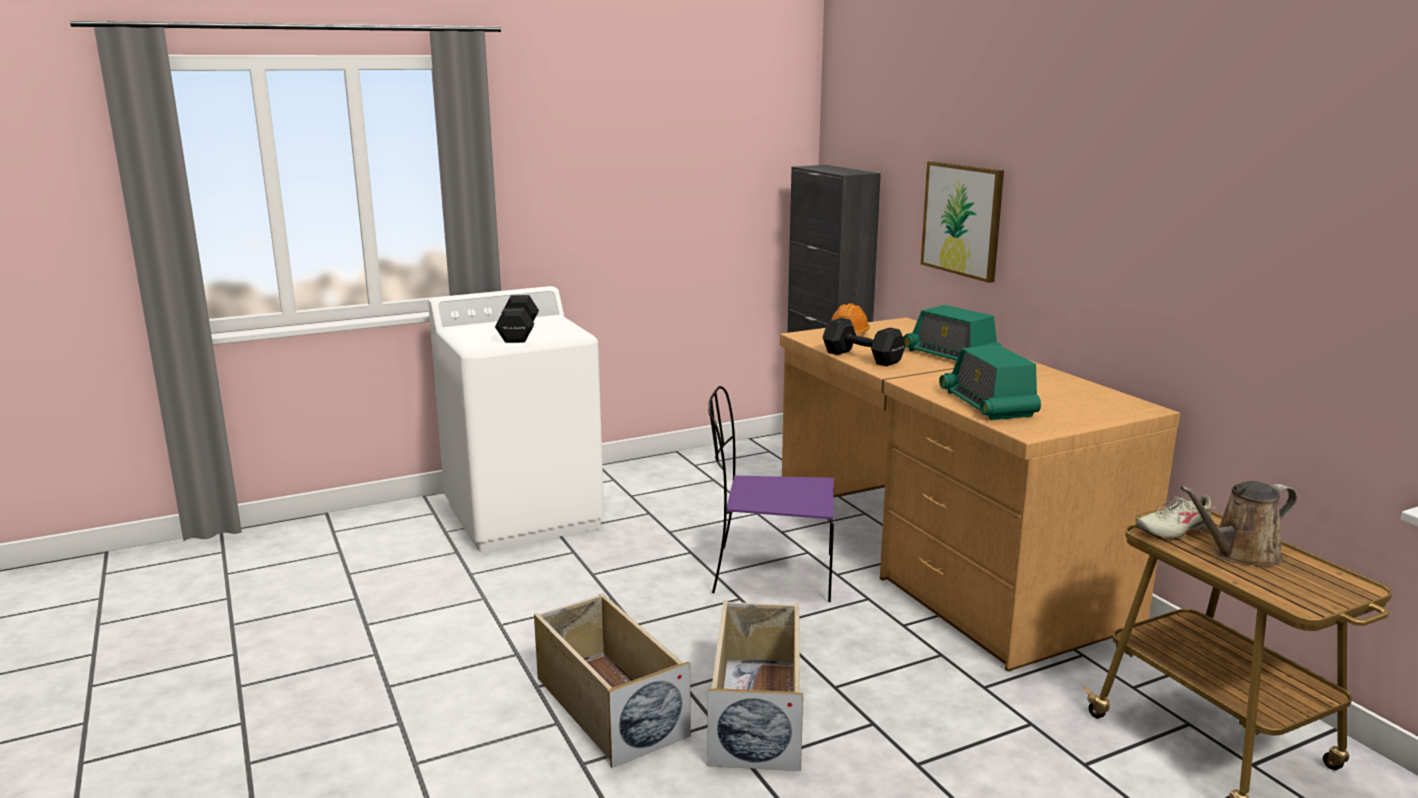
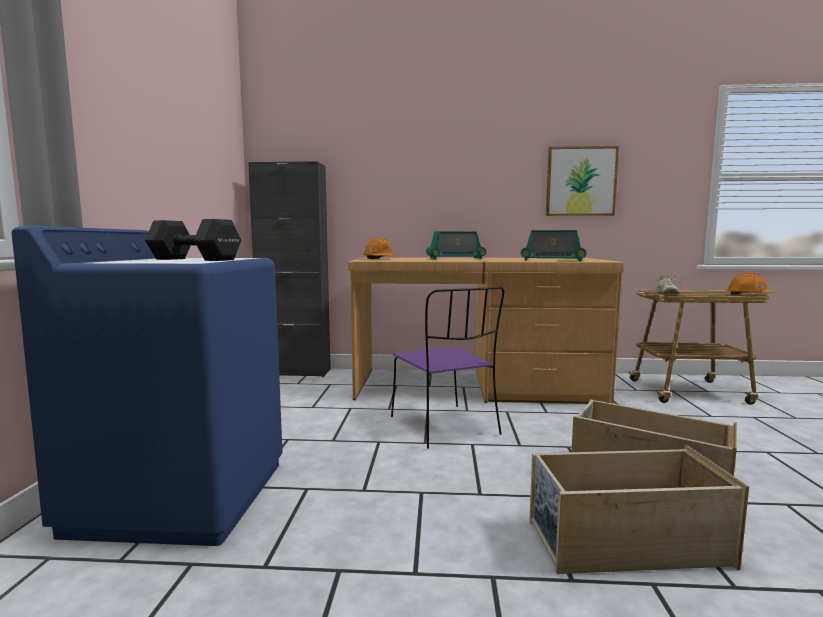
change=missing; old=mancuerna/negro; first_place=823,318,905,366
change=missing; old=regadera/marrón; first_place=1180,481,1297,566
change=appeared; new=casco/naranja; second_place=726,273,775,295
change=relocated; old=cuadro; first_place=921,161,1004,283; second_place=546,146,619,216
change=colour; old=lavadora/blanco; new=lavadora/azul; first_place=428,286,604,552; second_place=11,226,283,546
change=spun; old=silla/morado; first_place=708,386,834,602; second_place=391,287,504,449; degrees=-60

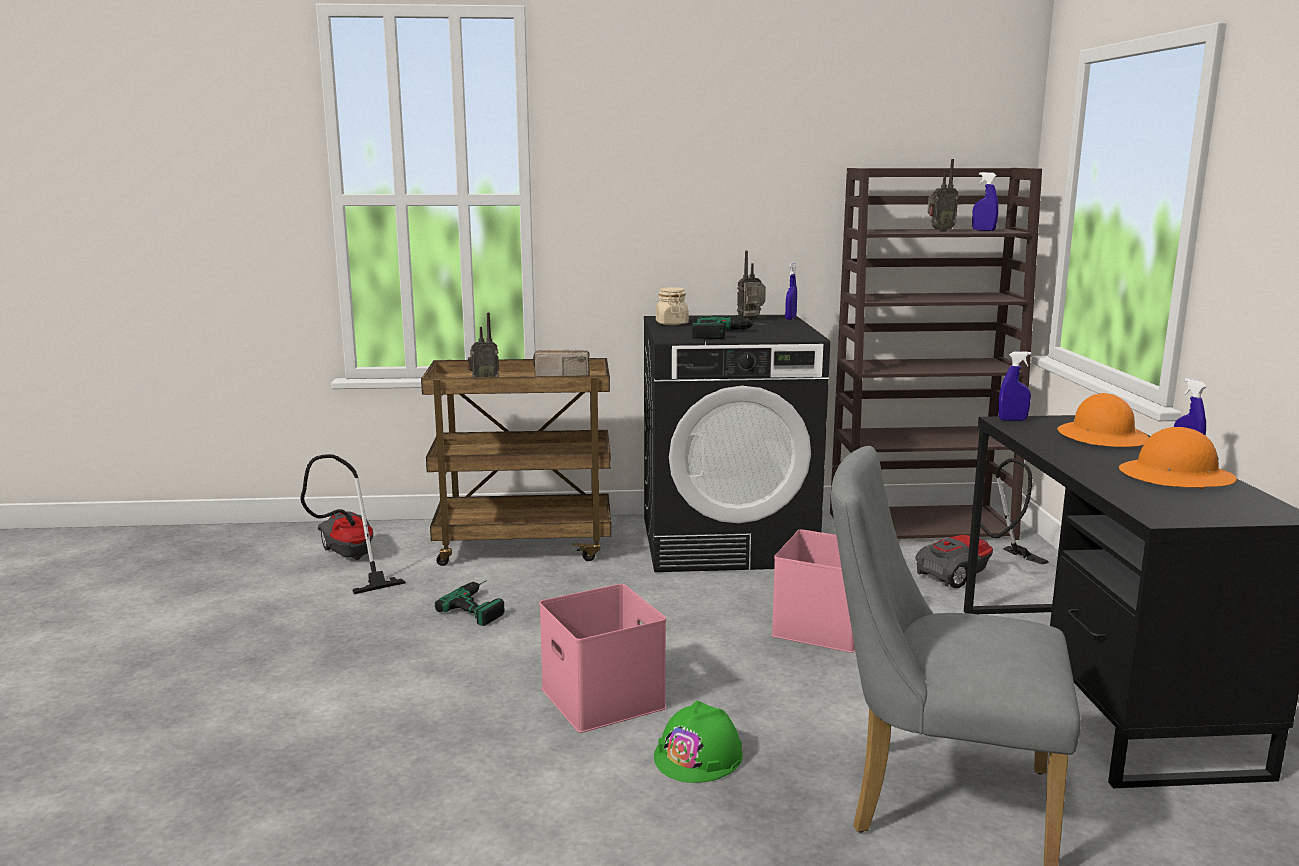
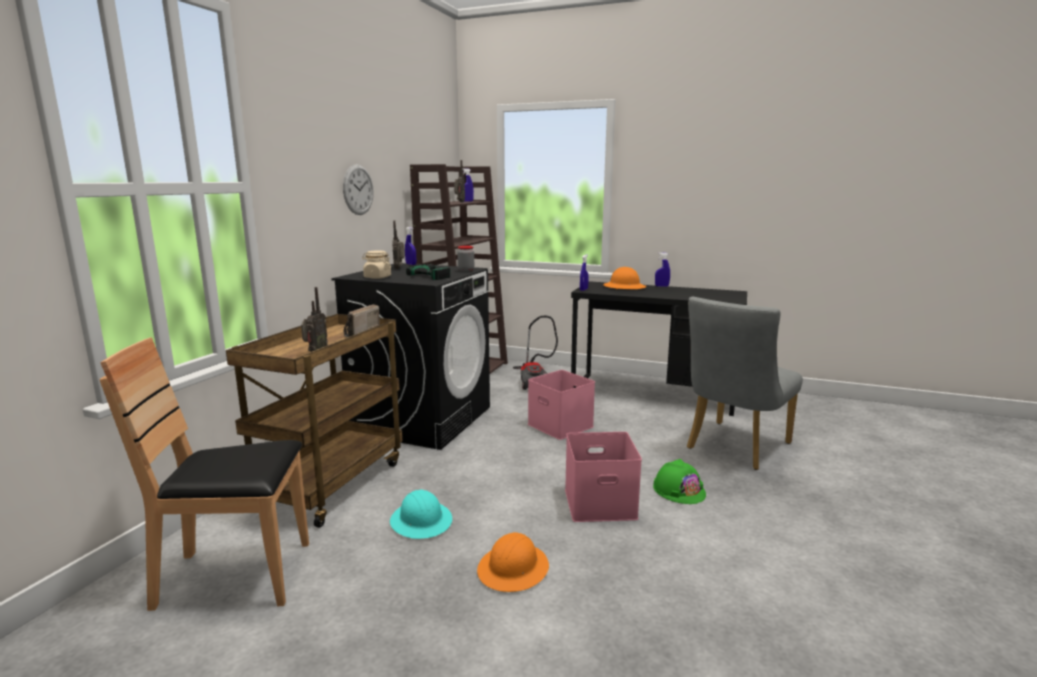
change=appeared; new=reloj de pared; second_place=343,164,374,215
change=appeared; new=tarro; second_place=457,246,474,272
change=relocated; old=casco/naranja; first_place=1119,427,1237,489; second_place=477,532,549,592
change=exchanged; old=aspiradora; new=silla/marrón; first_place=301,454,406,594; second_place=99,337,309,611
change=exchanged; old=taladro; new=casco/turquesa; first_place=435,580,505,626; second_place=390,489,452,539

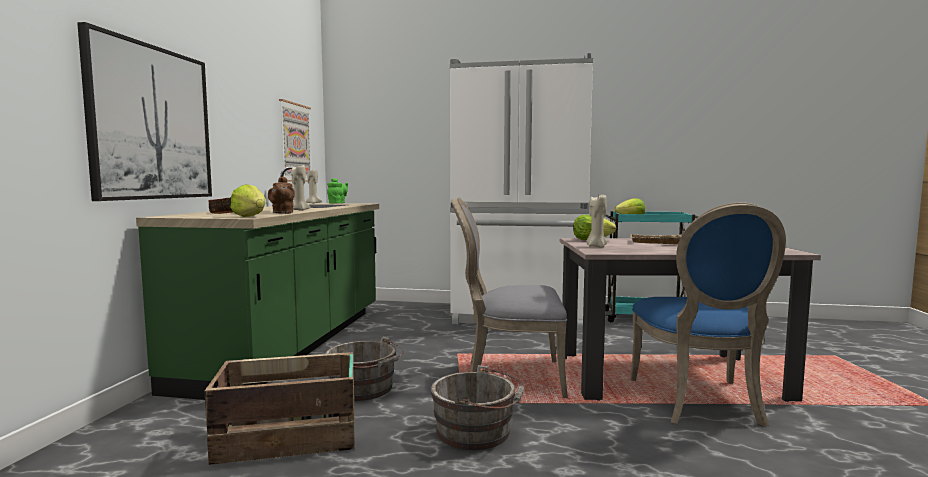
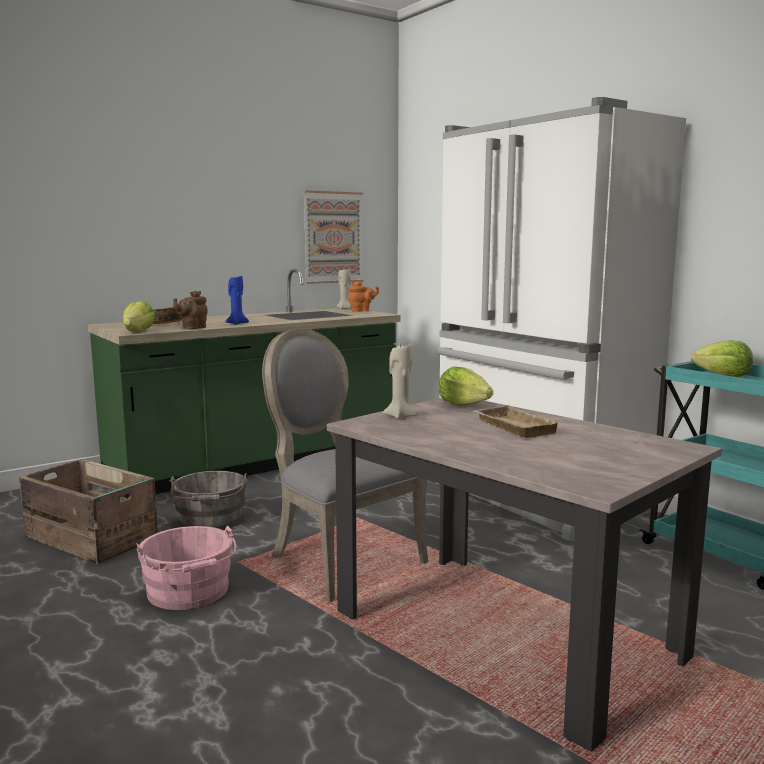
change=missing; old=cuadro; first_place=77,22,212,201
change=missing; old=silla/azul; first_place=630,202,786,427
change=colour; old=vela/beis; new=vela/azul; first_place=291,165,310,211; second_place=225,276,249,325
change=colour; old=tetera/verde; new=tetera/naranja; first_place=327,178,348,204; second_place=348,281,379,312
change=colour; old=cubo/gris; new=cubo/rosa; first_place=431,365,525,450; second_place=136,526,237,610

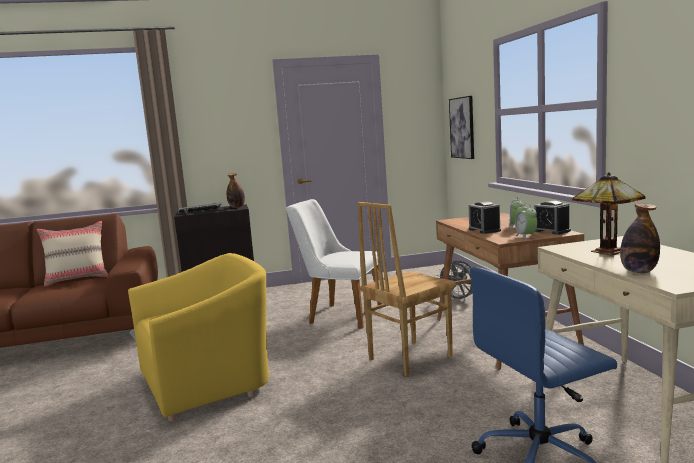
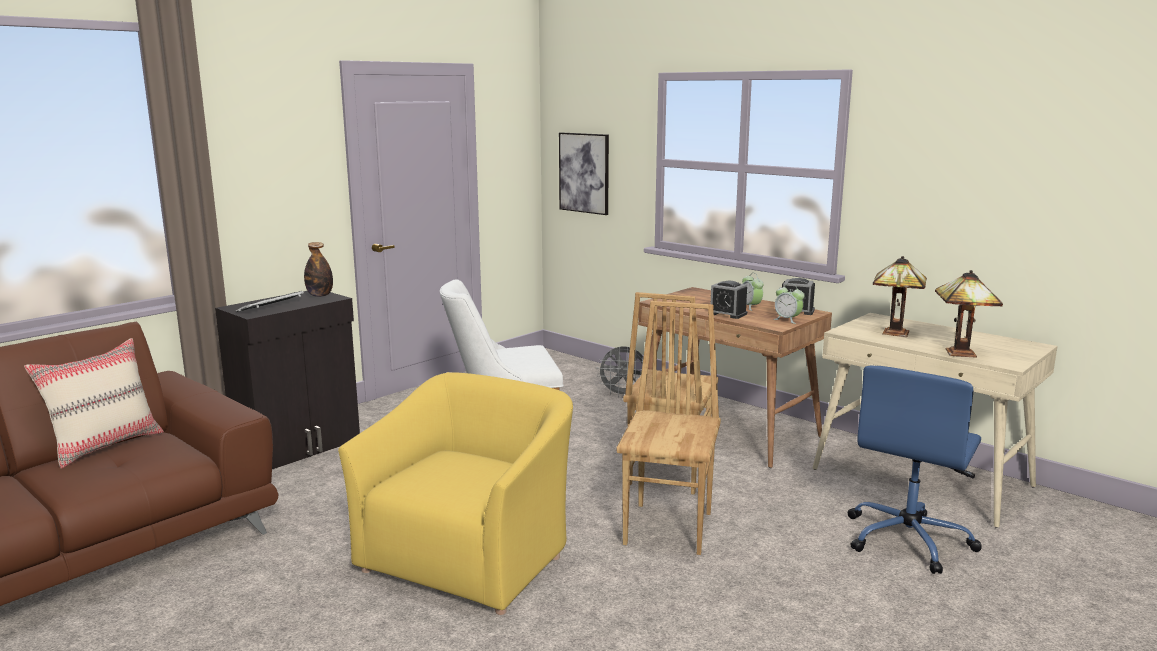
change=appeared; new=silla/marrón; second_place=617,301,721,555
change=exchanged; old=botella; new=lámpara de mesa; first_place=620,203,660,273; second_place=935,270,1003,358

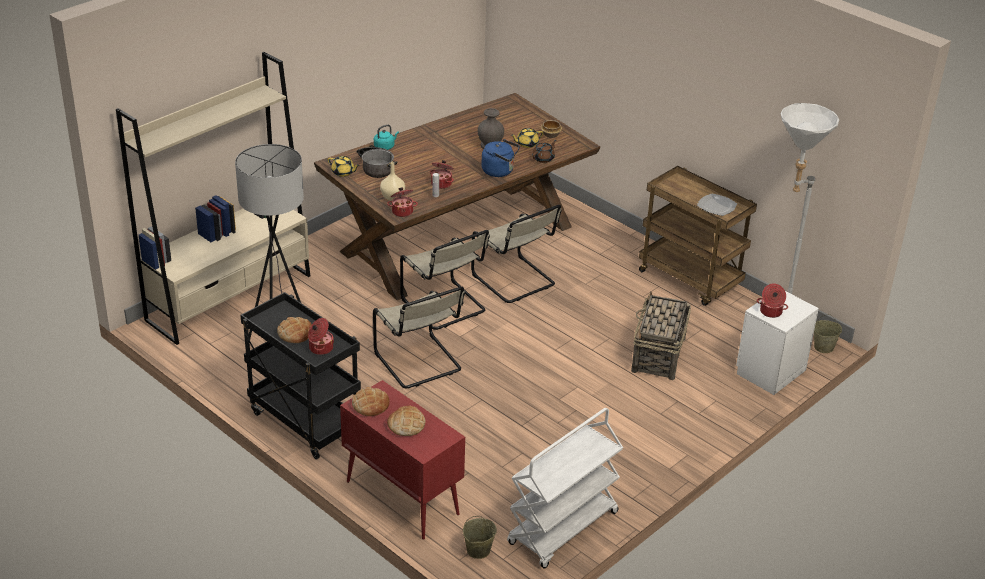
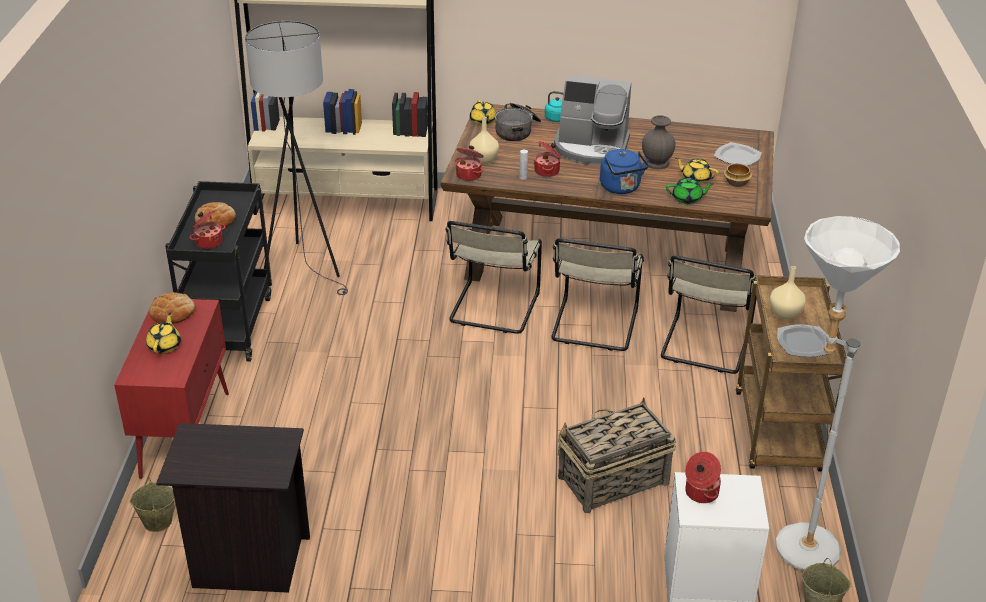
change=appeared; new=cafetera; second_place=554,75,632,166
change=appeared; new=plato; second_place=714,142,762,166
change=appeared; new=florero/beis; second_place=770,266,806,320
change=relocated; old=silla/beis; first_place=373,286,465,388; second_place=661,255,757,374
change=exchanged; old=pan; new=tetera/amarillo; first_place=387,406,426,436; second_place=146,313,181,353
change=exchanged; old=carrito/blanco; new=mesita de noche/negro; first_place=507,408,623,569; second_place=156,423,310,593
change=colour; old=tetera/marrón; new=tetera/verde; first_place=532,140,556,163; second_place=666,178,714,204

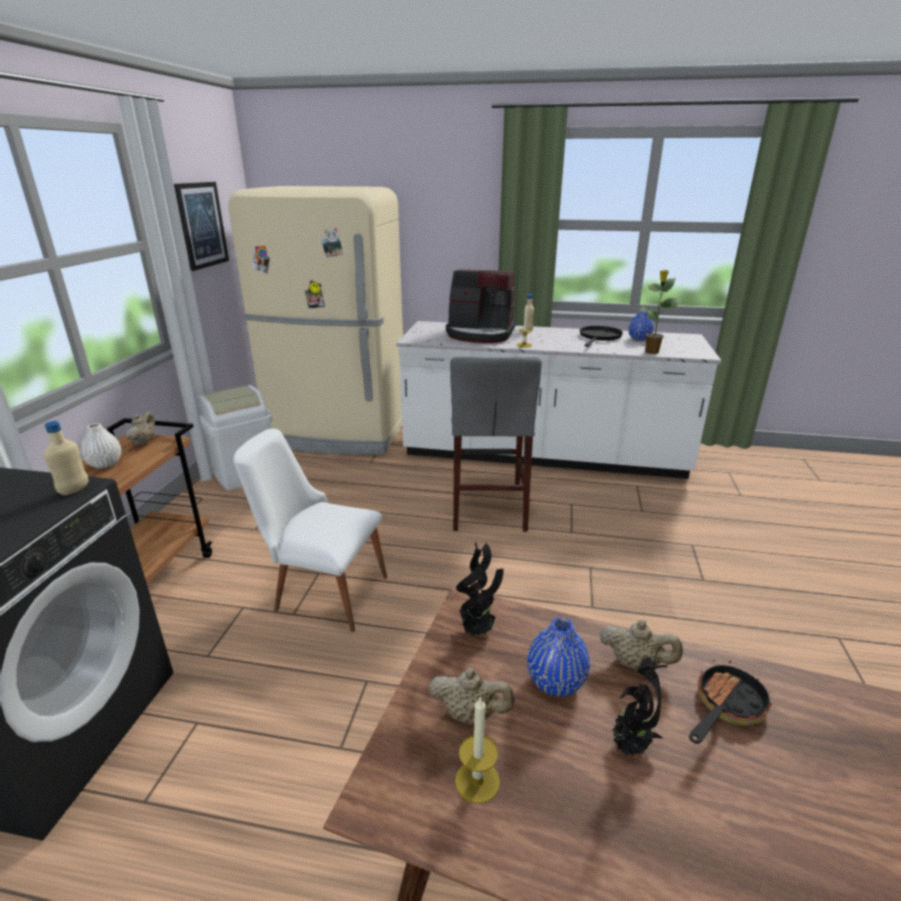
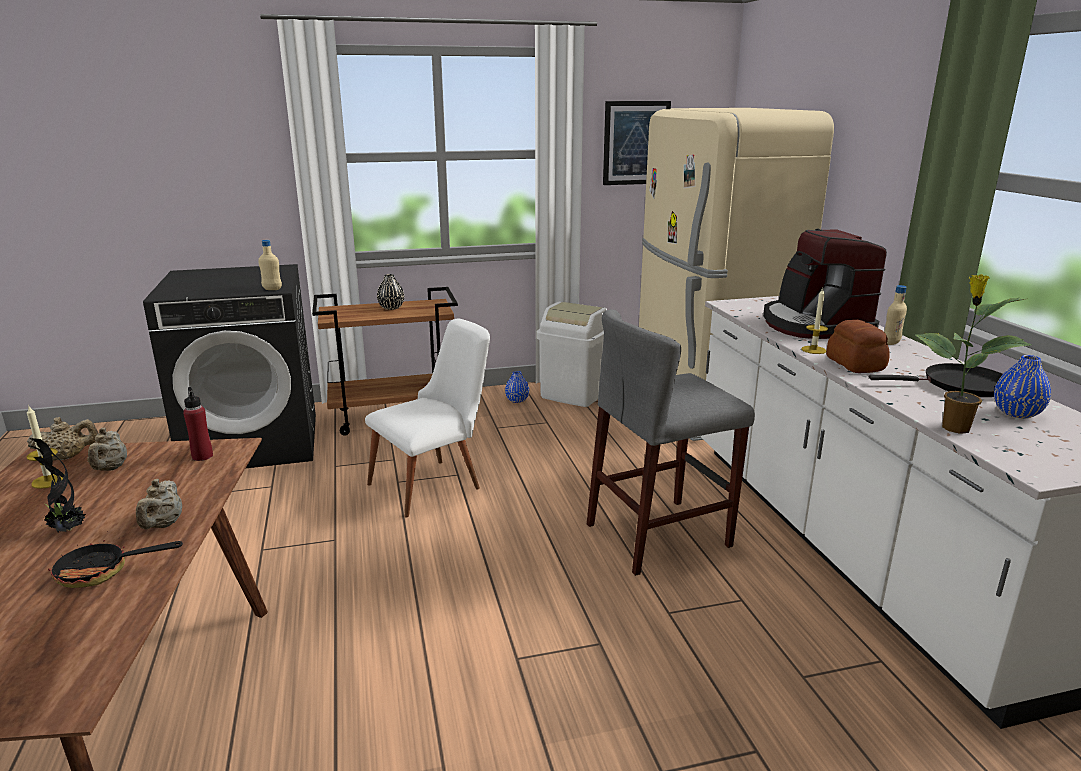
change=appeared; new=pan; second_place=826,320,890,373
change=relocated; old=tetera/beis; first_place=126,412,155,445; second_place=27,417,98,460
change=relocated; old=florero/azul; first_place=527,618,590,696; second_place=505,371,529,403
change=exchanged; old=planta en maceta; new=botella/rojo; first_place=456,542,503,635; second_place=183,387,213,461
change=colour; old=florero/blanco; new=florero/negro; first_place=81,423,121,469; second_place=377,274,404,310
change=spun; old=silla/blanco; first_place=233,429,387,632; second_place=365,319,490,518; degrees=60
change=spun; old=sartén; first_place=689,660,772,744; second_place=46,531,183,588; degrees=150

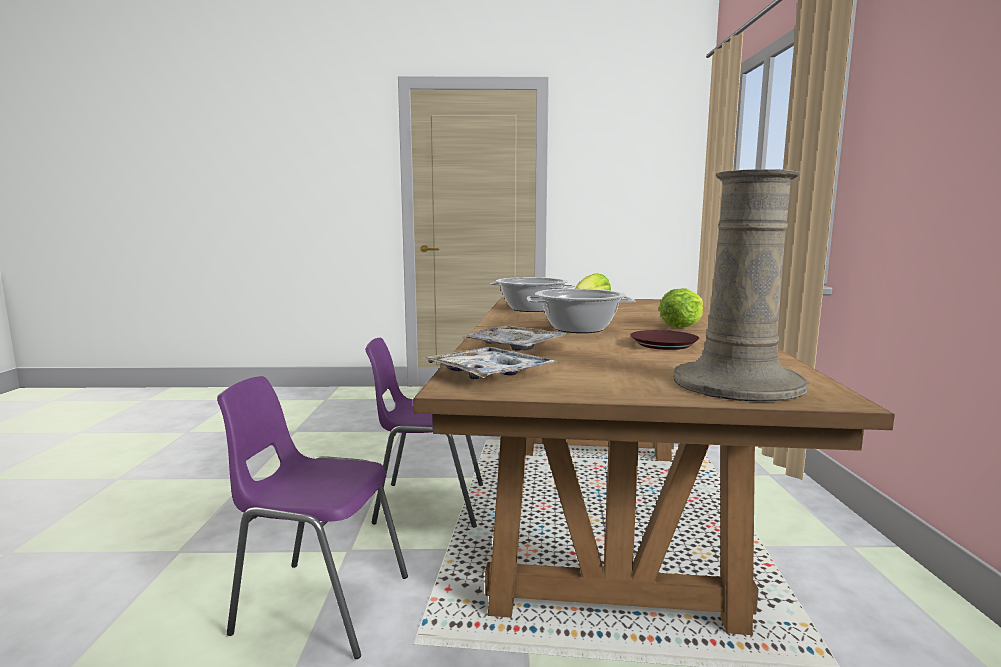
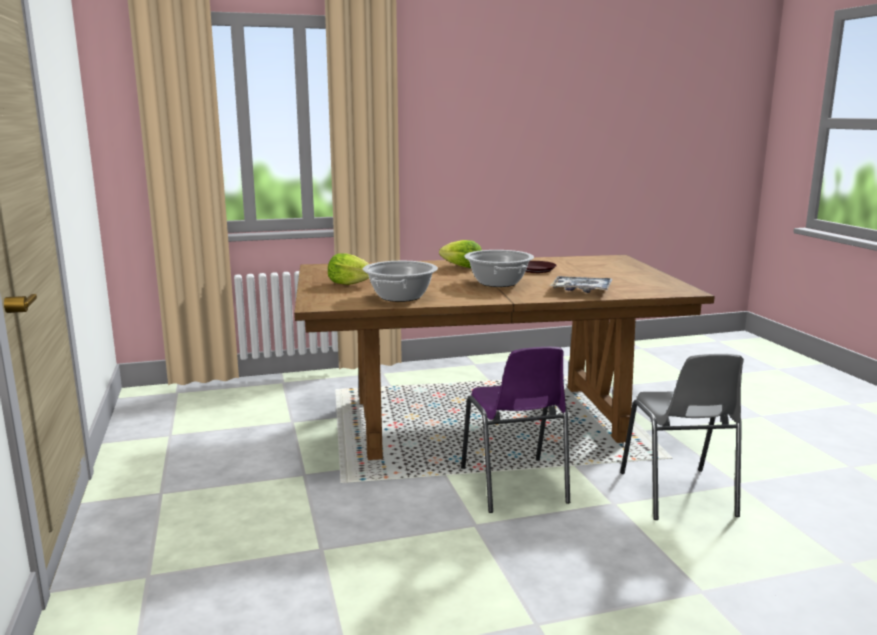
change=missing; old=bandeja; first_place=422,347,557,379
change=missing; old=florero/beis; first_place=673,169,809,401
change=colour; old=silla/morado; new=silla/gris; first_place=217,376,408,659; second_place=620,354,744,520

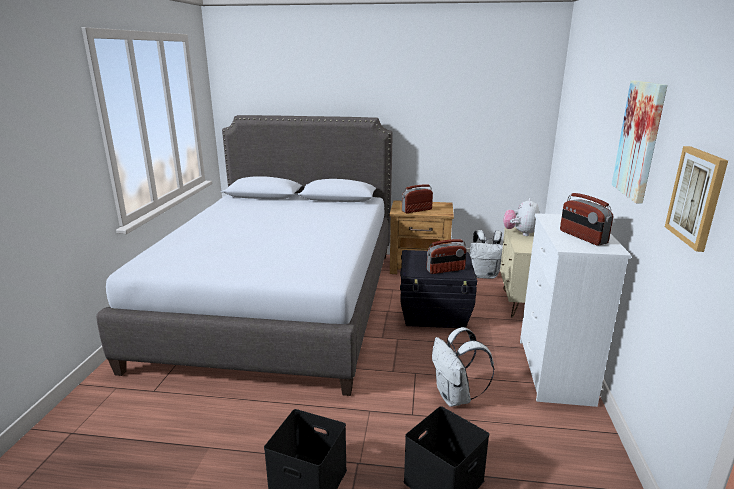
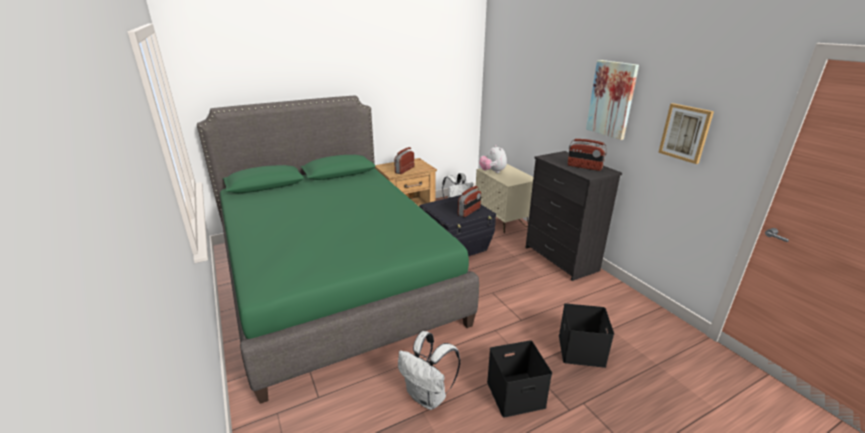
change=relocated; old=mochila/blanco; first_place=432,327,494,407; second_place=398,331,460,410
change=colour; old=cama/gris; new=cama/verde; first_place=96,115,393,396; second_place=197,95,479,404
change=colour; old=cómoda/blanco; new=cómoda/negro; first_place=520,213,632,407; second_place=526,151,622,281

